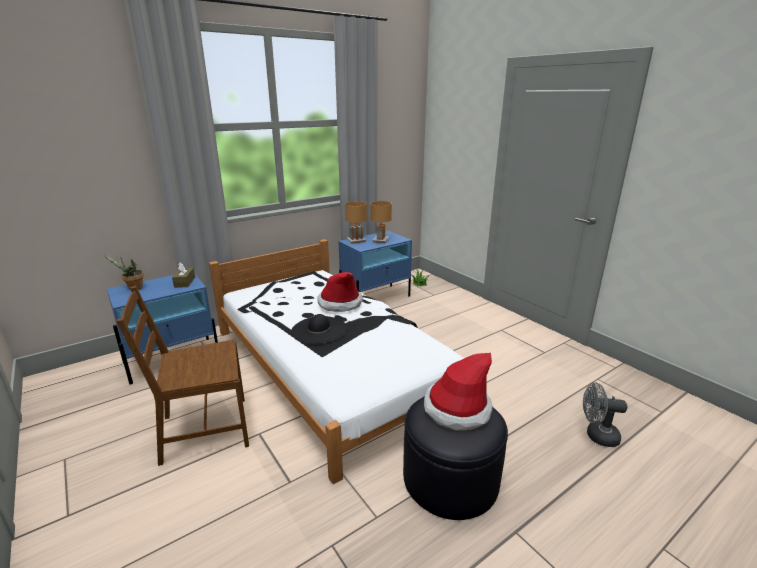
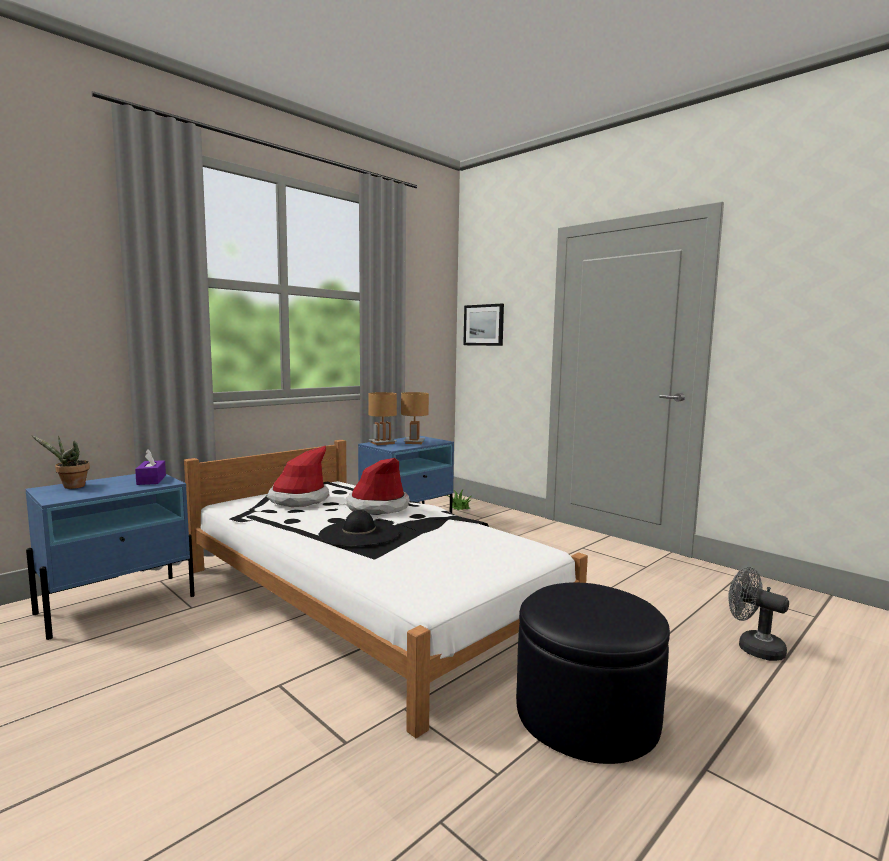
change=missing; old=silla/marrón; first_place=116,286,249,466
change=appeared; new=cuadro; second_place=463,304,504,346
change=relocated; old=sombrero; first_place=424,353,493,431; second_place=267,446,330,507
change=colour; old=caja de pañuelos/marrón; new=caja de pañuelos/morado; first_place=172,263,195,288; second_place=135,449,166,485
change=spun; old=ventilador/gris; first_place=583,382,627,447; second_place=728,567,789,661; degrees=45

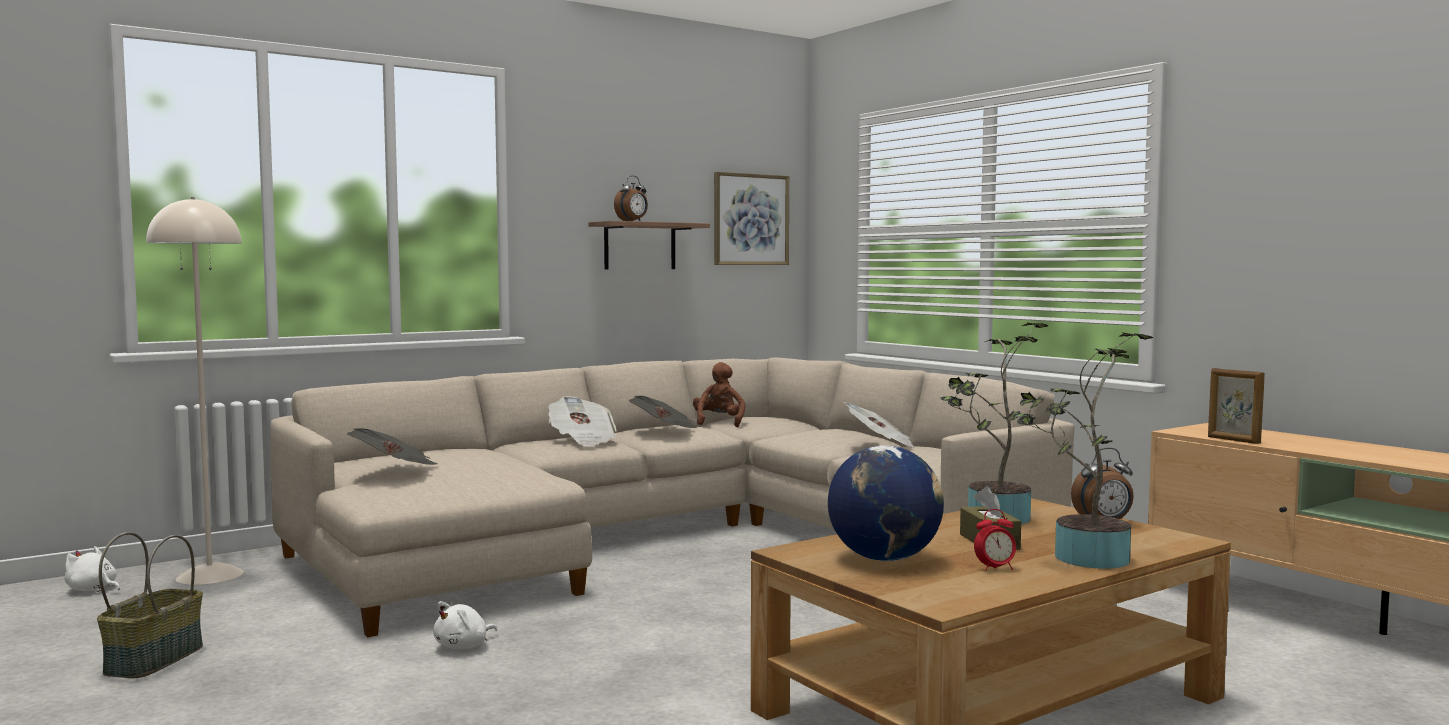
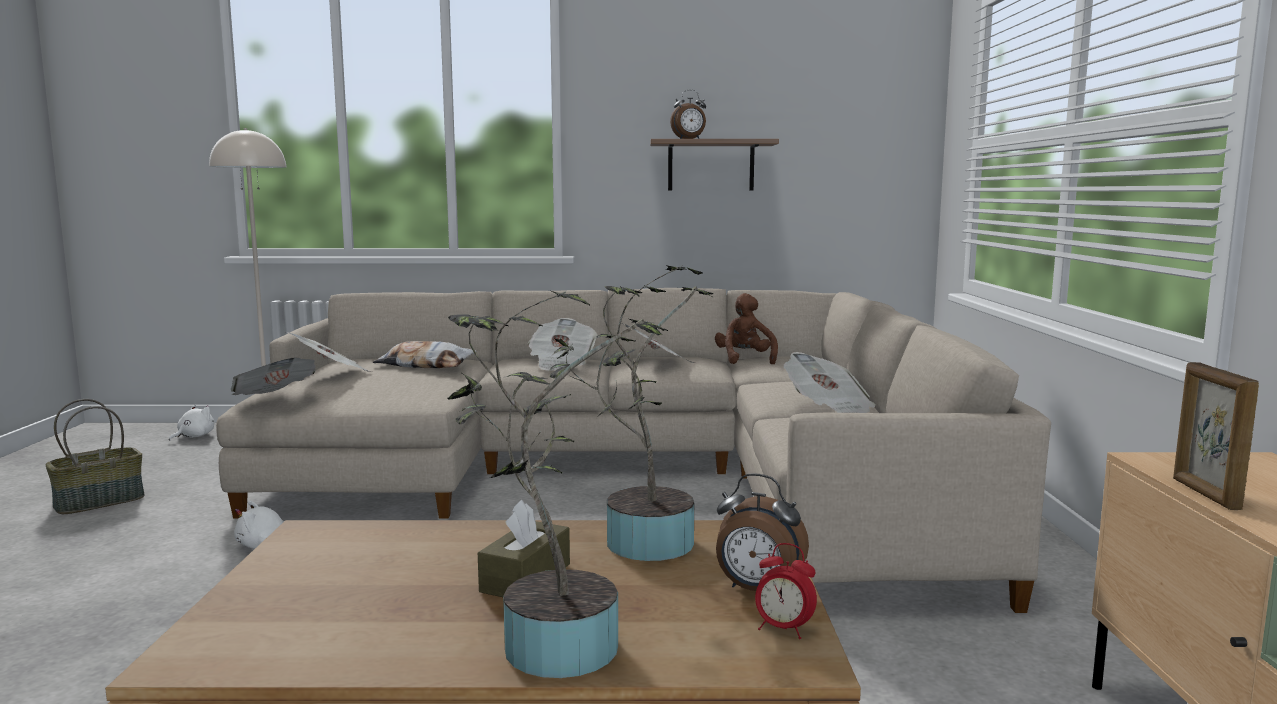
change=missing; old=cuadro; first_place=714,172,789,265
change=missing; old=globo terráqueo; first_place=828,445,944,561
change=appeared; new=periódico; second_place=231,357,316,395
change=appeared; new=cojín; second_place=373,341,477,368
change=relocated; old=despertador; first_place=974,509,1016,571; second_place=755,543,817,639
change=spun; old=peluche/blanco; first_place=64,546,120,592; second_place=169,404,214,441; degrees=60
change=spun; old=peluche/marrón; first_place=693,362,745,427; second_place=715,293,778,364; degrees=-45

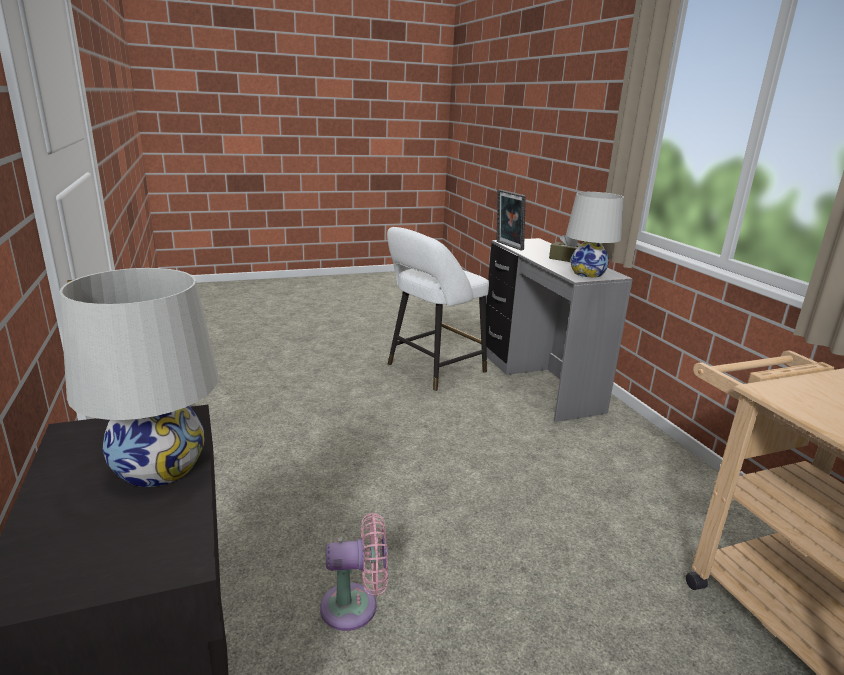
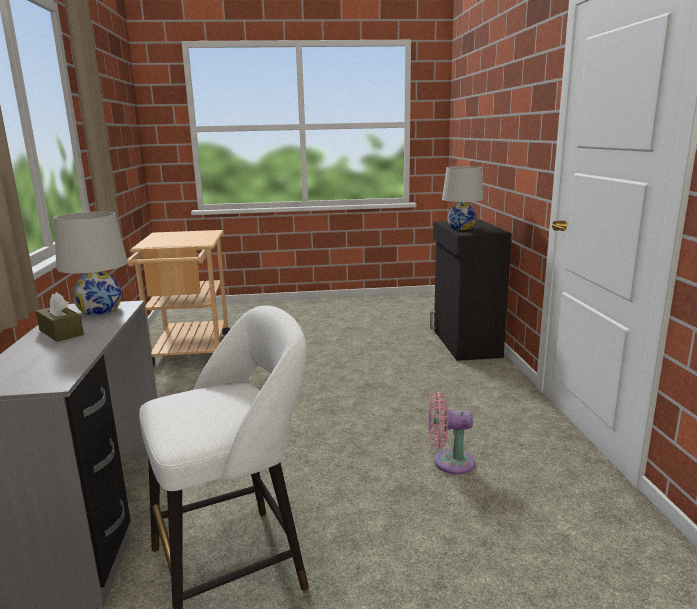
change=missing; old=portarretratos; first_place=497,189,526,250
change=relocated; old=ventilador/rosa; first_place=320,513,388,631; second_place=429,392,475,474

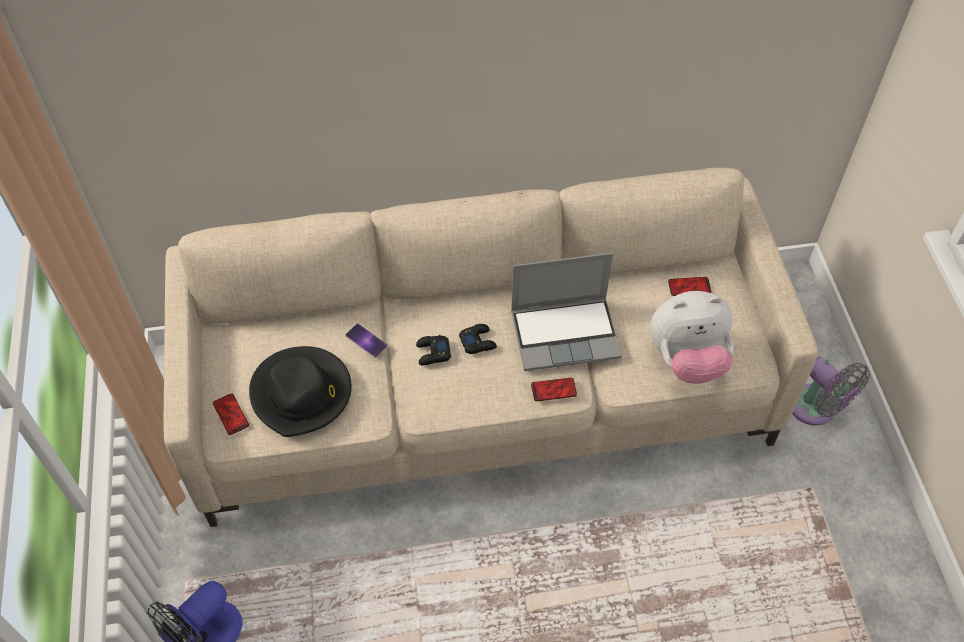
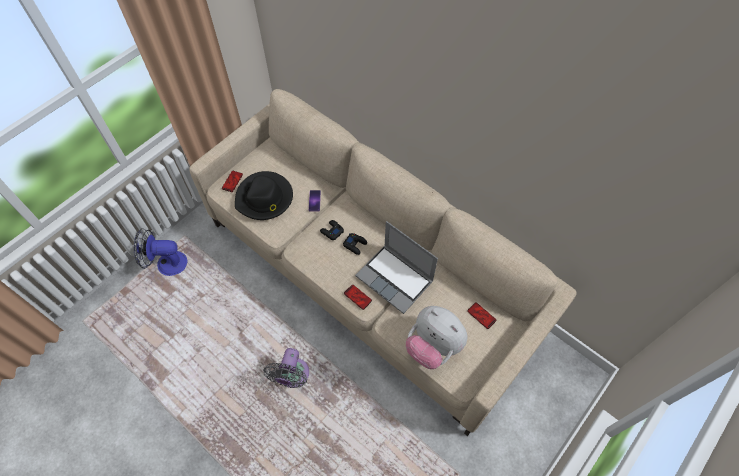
change=relocated; old=ventilador/gris; first_place=792,357,870,426; second_place=263,348,309,388

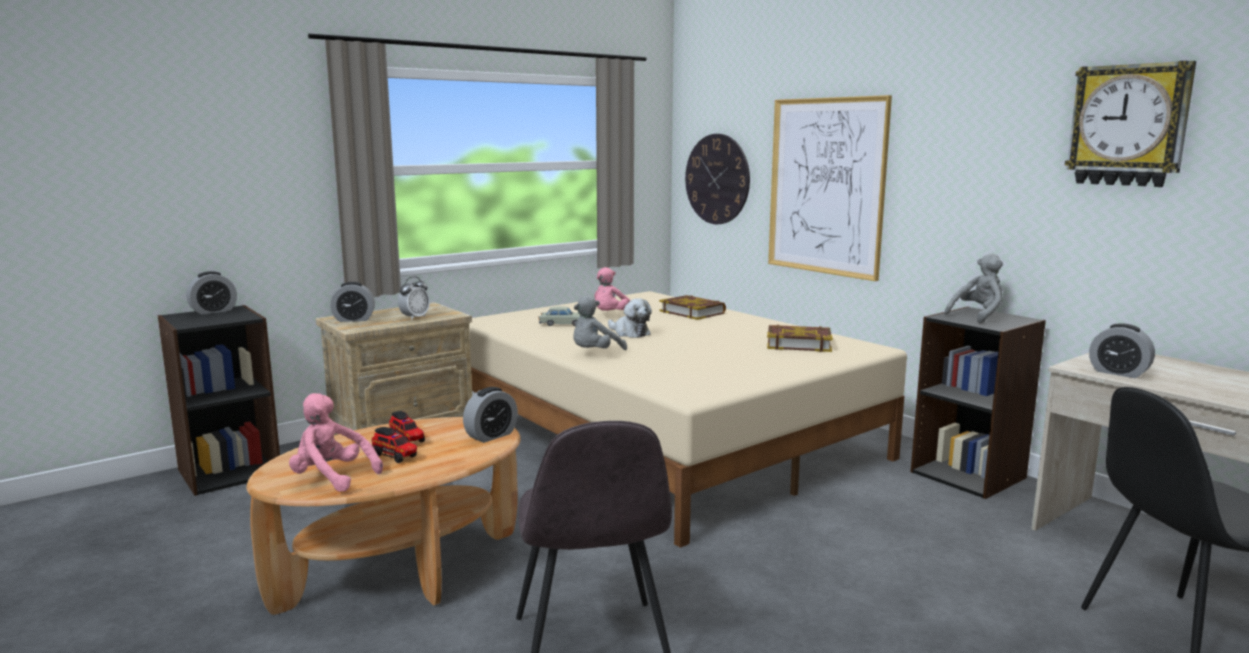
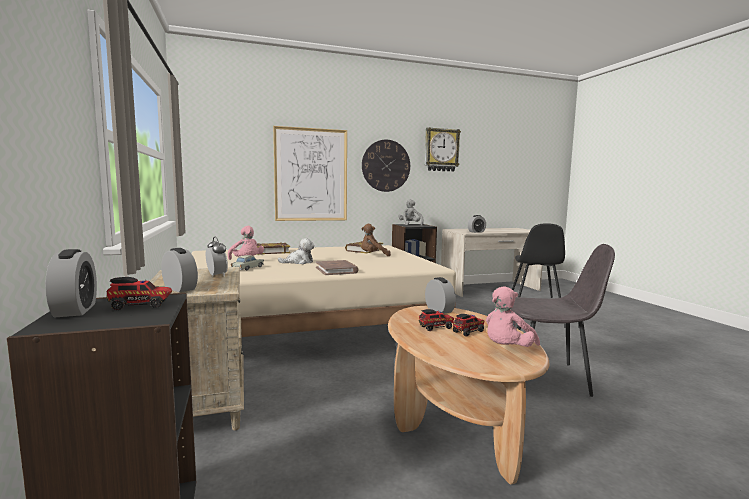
change=appeared; new=camión de juguete; second_place=106,277,172,310
change=appeared; new=peluche/marrón; second_place=361,224,391,256
change=relocated; old=reloj de pared; first_place=685,134,750,224; second_place=362,140,410,192
change=exchanged; old=peluche/gris; new=libro/marrón; first_place=573,296,627,350; second_place=316,260,359,275
change=spun; old=despertador; first_place=330,282,375,322; second_place=161,248,198,292; degrees=-60

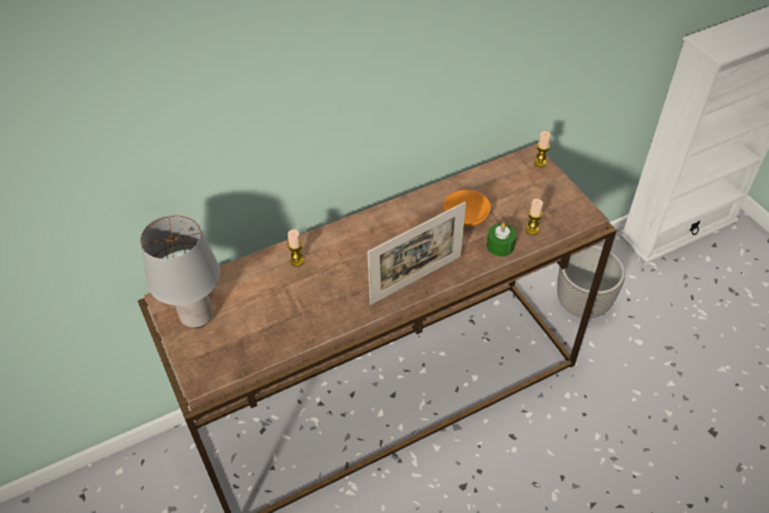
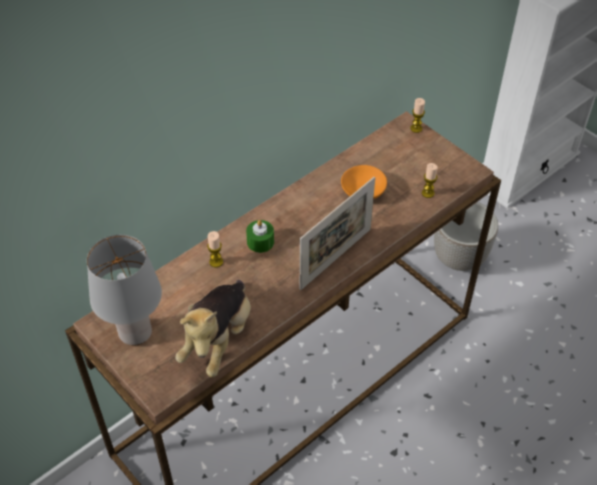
change=appeared; new=peluche; second_place=175,280,251,377
change=relocated; old=vela/verde; first_place=487,223,516,256; second_place=246,220,274,253

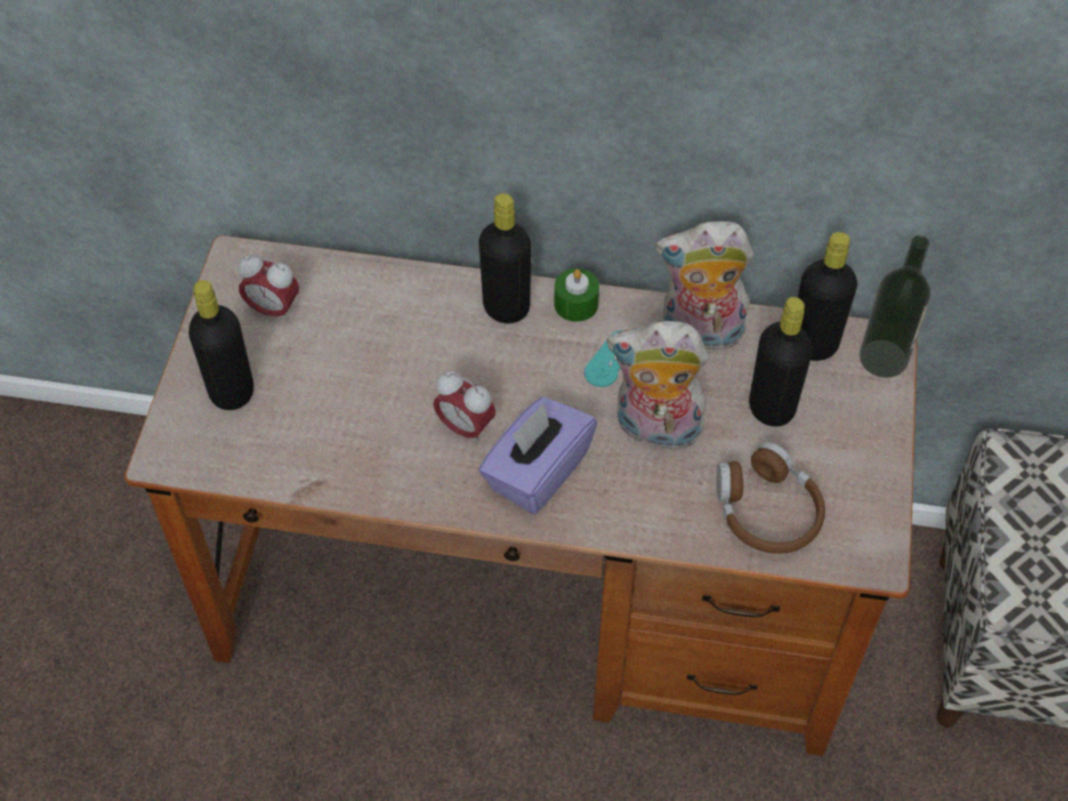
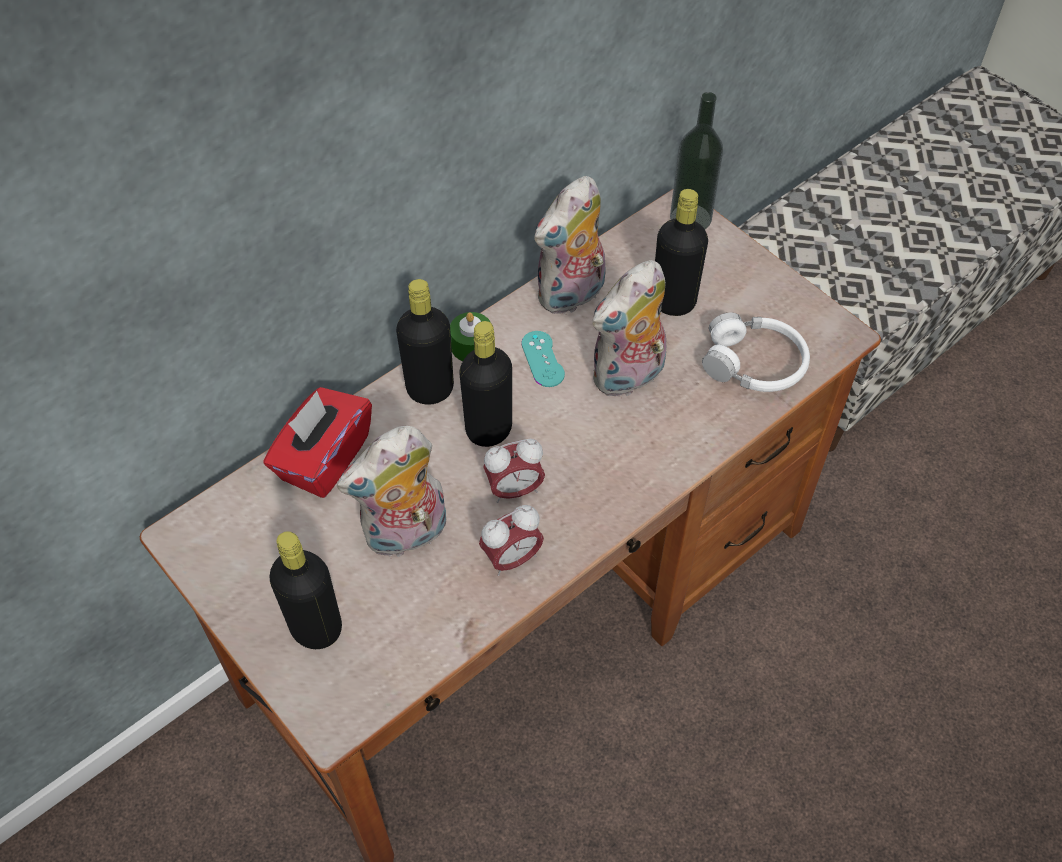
change=missing; old=caja de pañuelos/morado; first_place=478,397,597,514
change=appeared; new=caja de pañuelos/rojo; second_place=263,387,372,498
change=appeared; new=peluche; second_place=337,425,446,557
change=relocated; old=despertador; first_place=238,255,299,322; second_place=479,505,544,576
change=relocated; old=botella/negro; first_place=798,232,857,361; second_place=459,321,512,447
change=colour; old=auriculares/marrón; new=auriculares/blanco; first_place=716,442,825,554; second_place=702,312,810,392

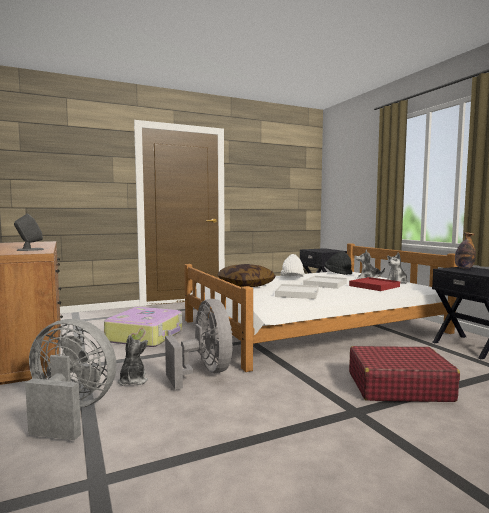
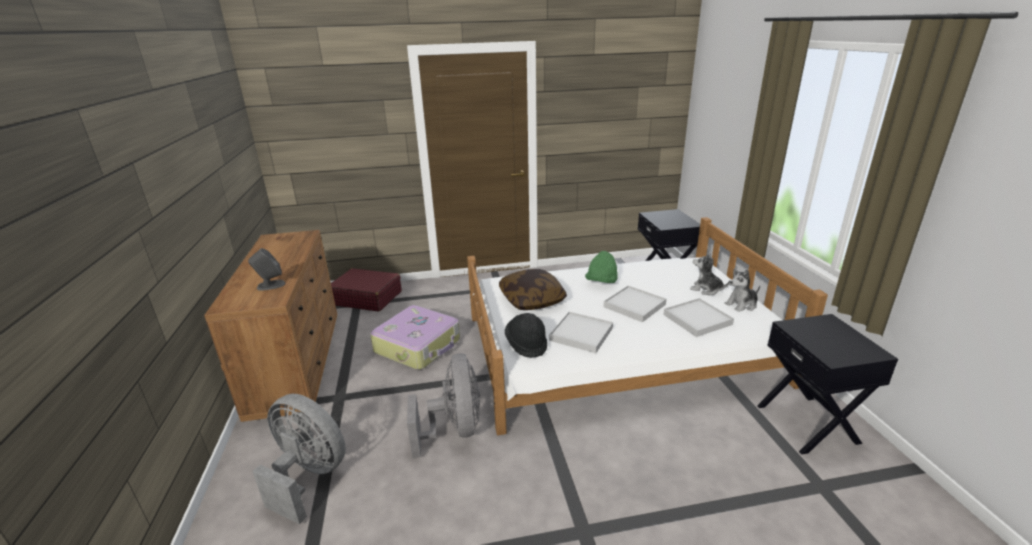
change=missing; old=peluche; first_place=118,335,148,386
change=missing; old=botella; first_place=455,232,476,269
change=relocated; old=sombrero/negro; first_place=325,251,352,275; second_place=505,313,547,358
change=relocated; old=maleta/rojo; first_place=349,346,460,402; second_place=331,268,402,311
change=colour; old=sombrero/blanco; new=sombrero/verde; first_place=281,254,305,277; second_place=585,251,618,283
change=colour; old=bandeja/rojo; new=bandeja/blanco; first_place=349,277,400,291; second_place=663,298,734,337

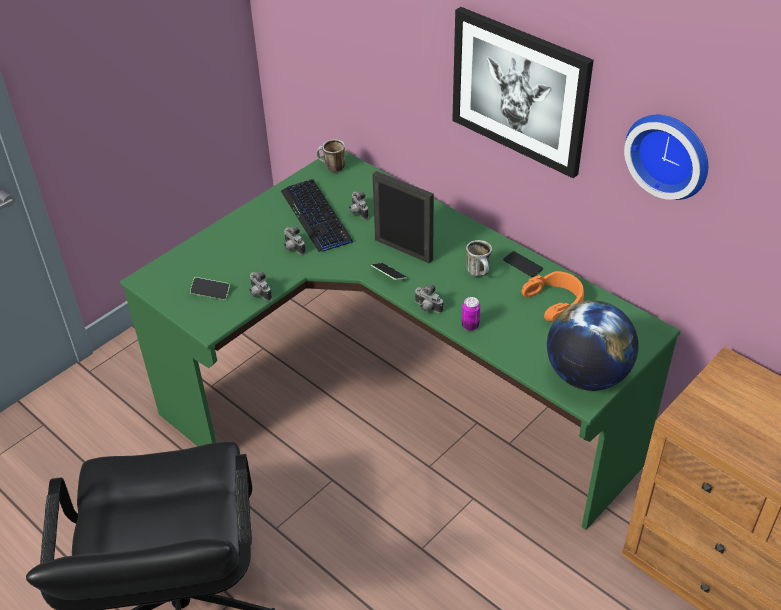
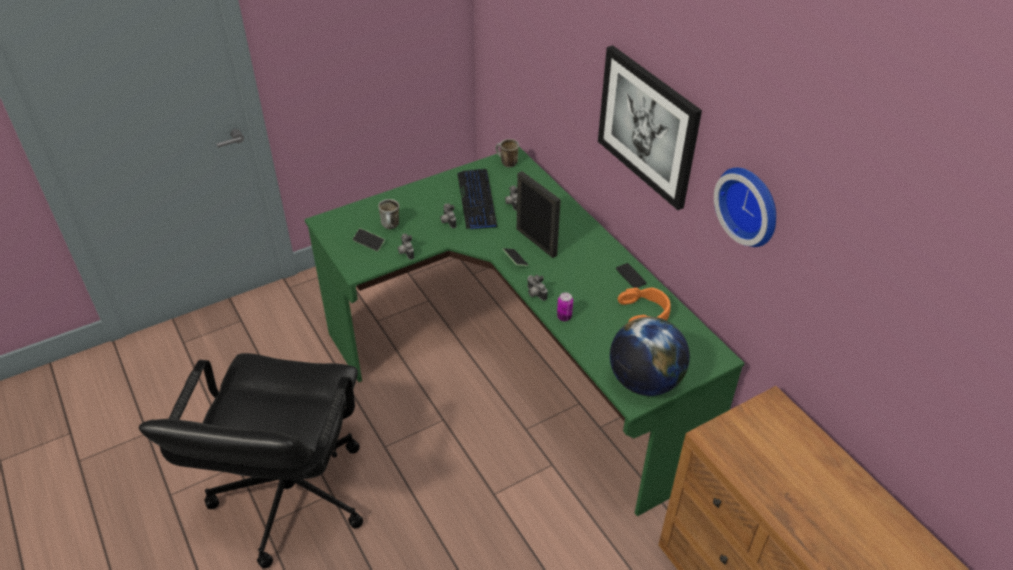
change=relocated; old=taza grande; first_place=466,240,492,277; second_place=378,199,399,229

